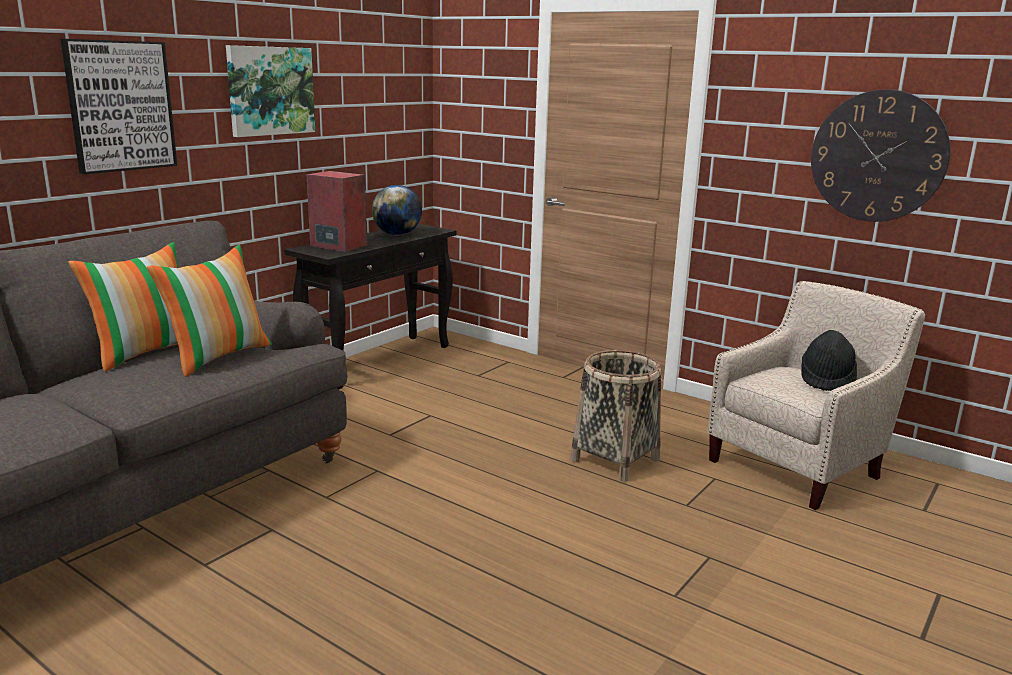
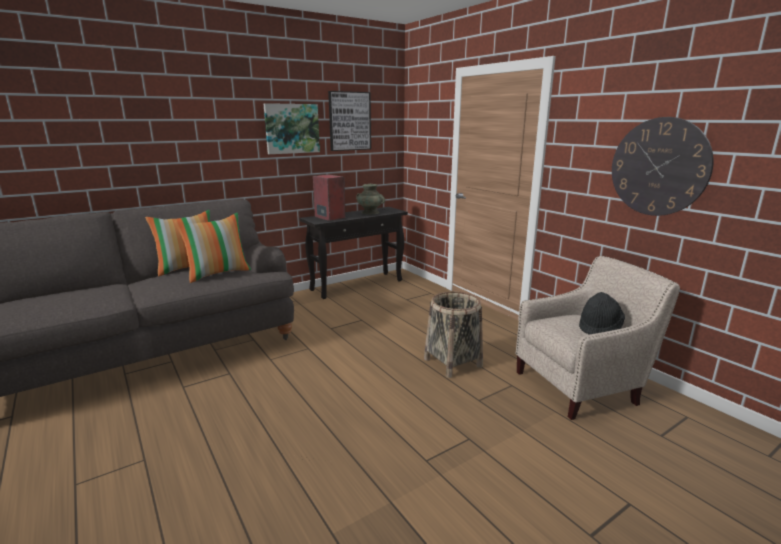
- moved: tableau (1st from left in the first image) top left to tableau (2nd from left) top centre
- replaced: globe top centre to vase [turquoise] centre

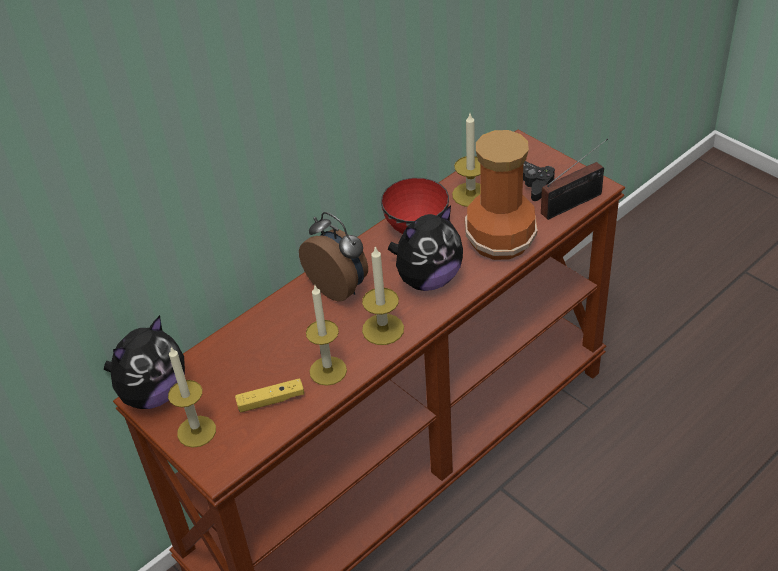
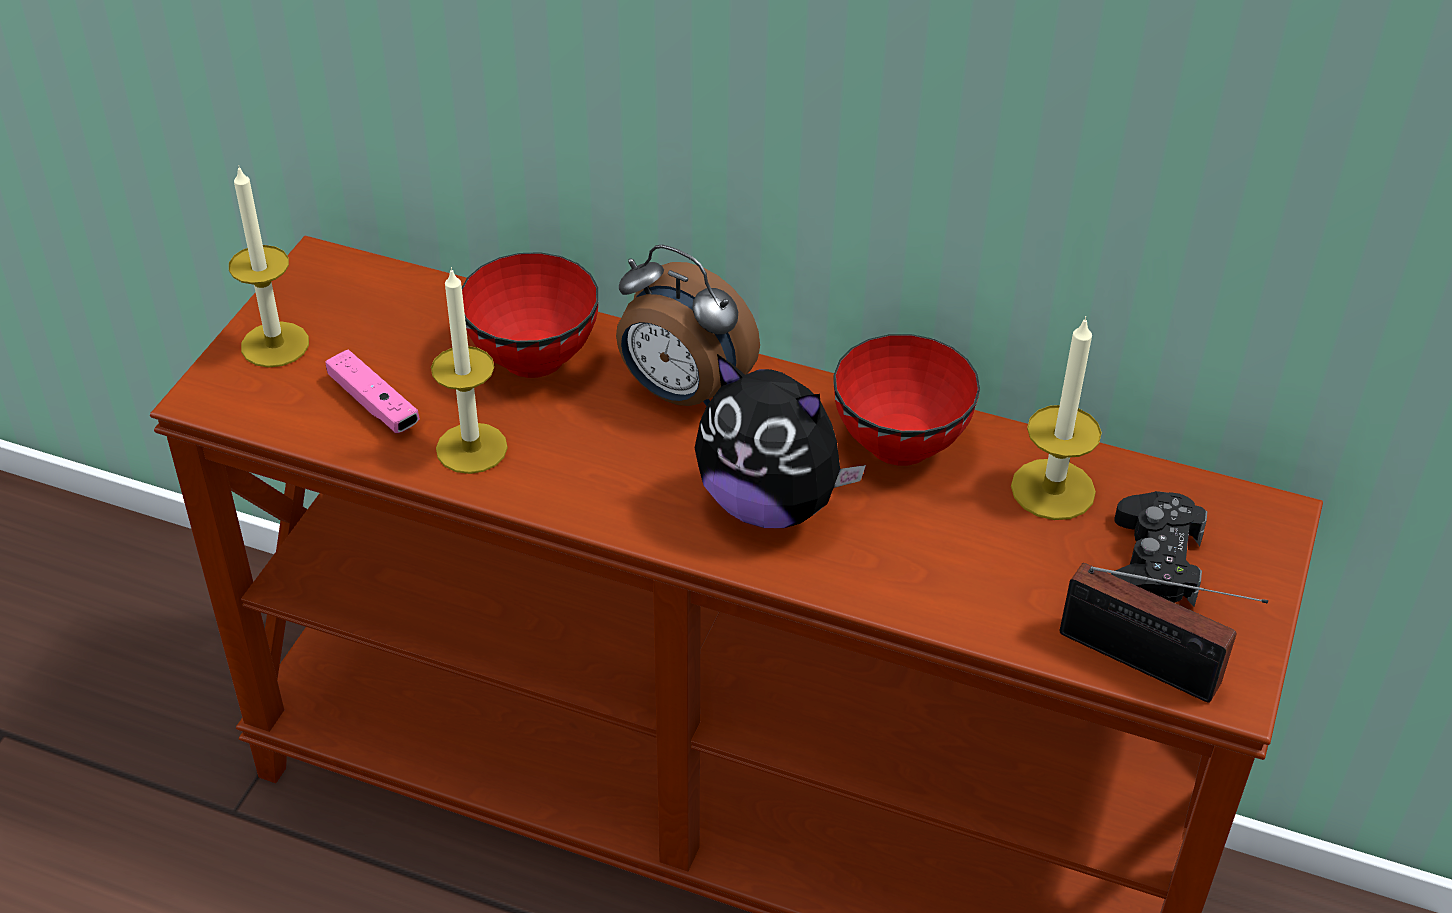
- removed: peluche (1st from left) middle left
- recoloured: manette [jaune] bottom centre to manette [rose] middle left
- turned: réveil centre = centre 105 degrees clockwise
- removed: bougie (3rd from left) centre
- removed: vase centre
- added: bol [rouge] (1st from left) centre

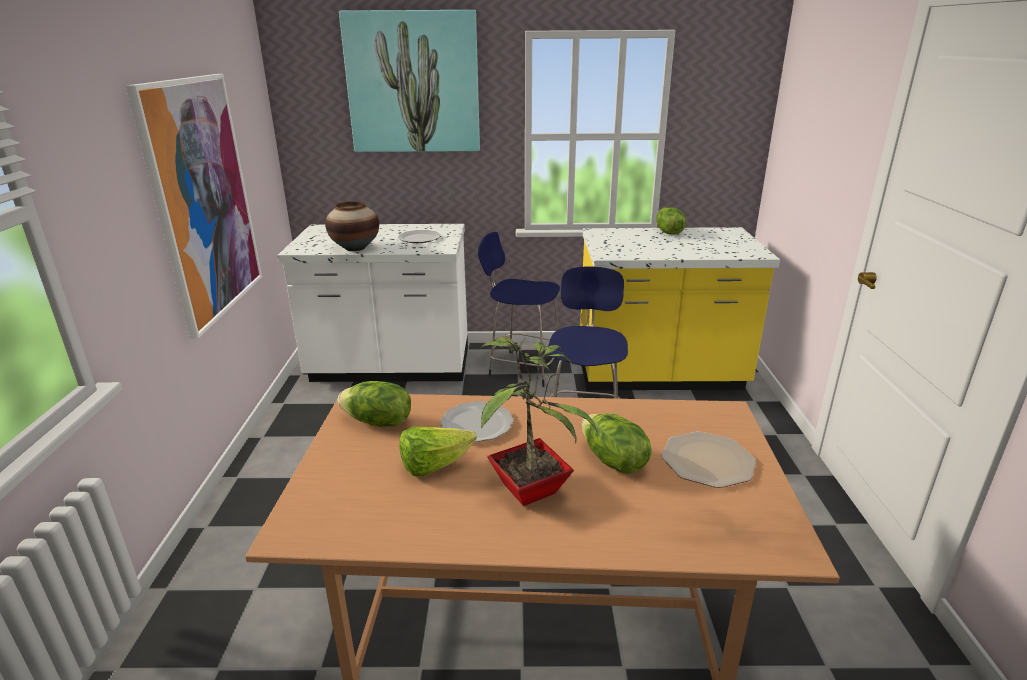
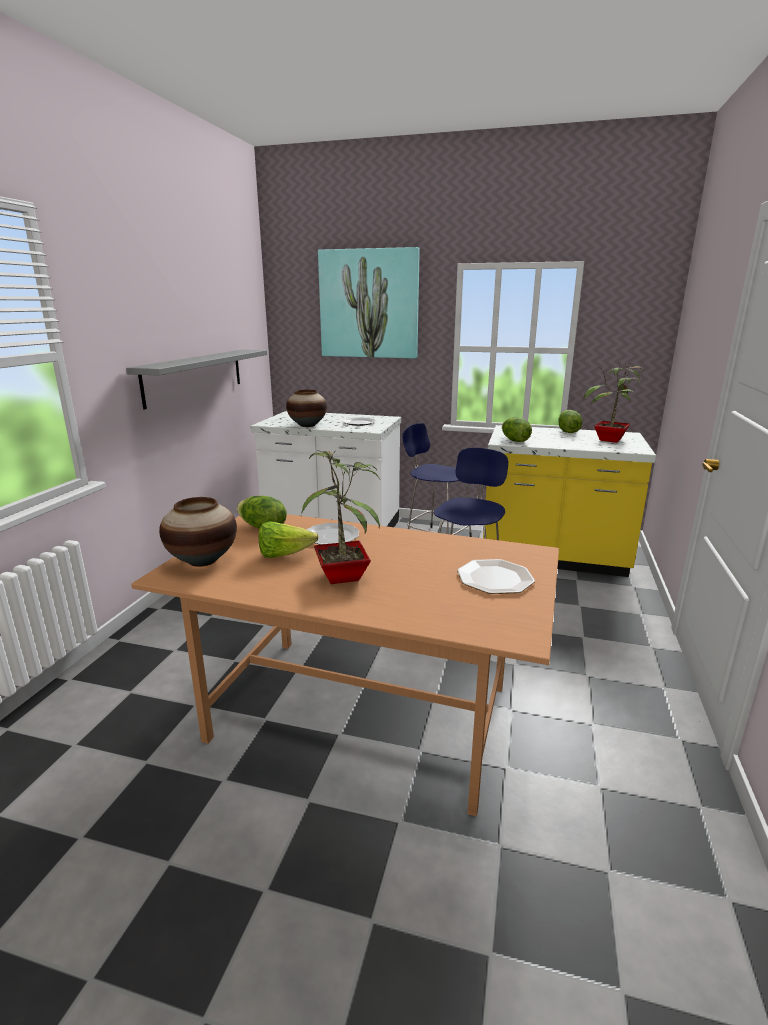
- replaced: tableau (1st from left) top left to étagère [gris] middle left
- moved: laitue (3rd from left) centre to middle right
- added: vase (1st from left) middle left
- added: plante en pot (2nd from left) middle right

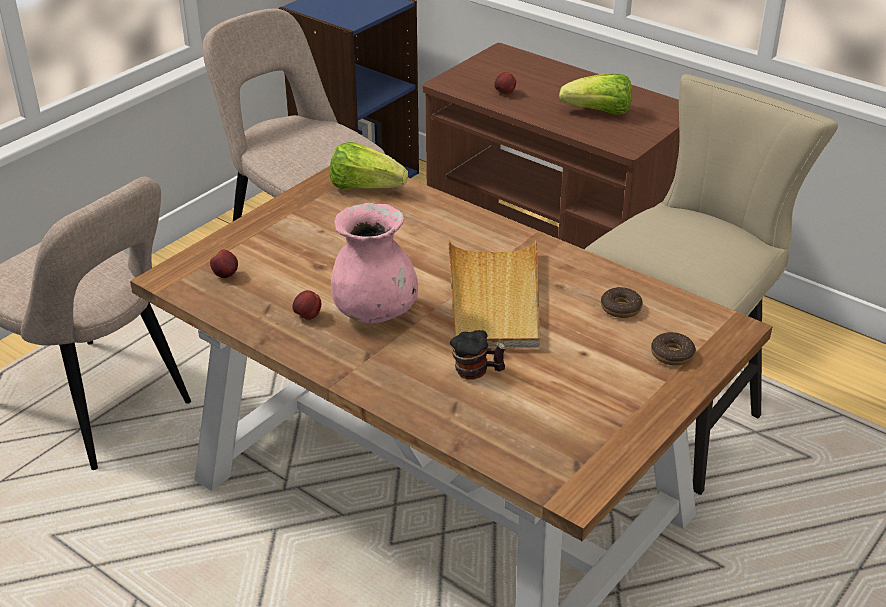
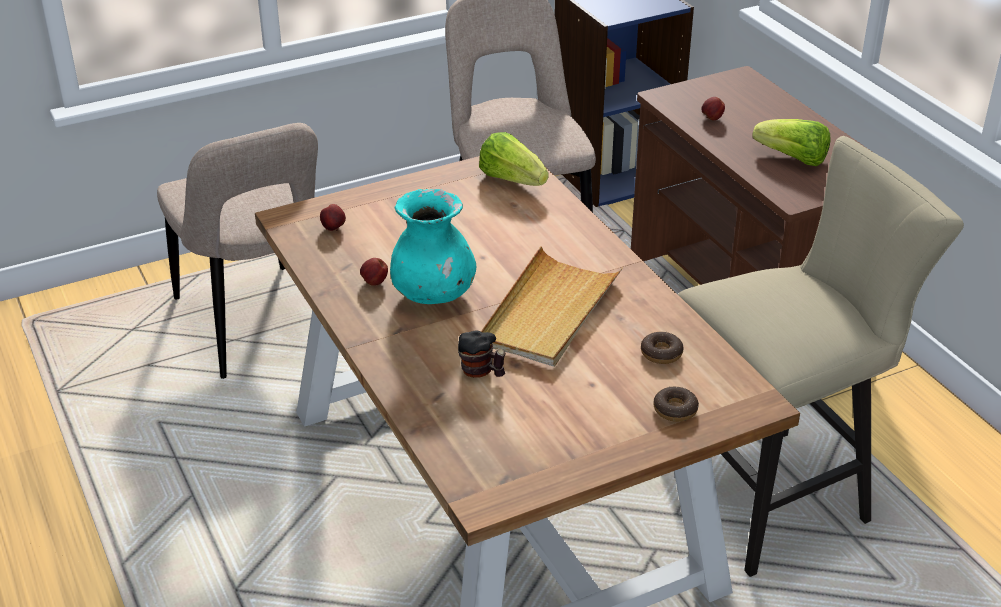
- recoloured: vase [rose] centre to vase [turquoise] centre

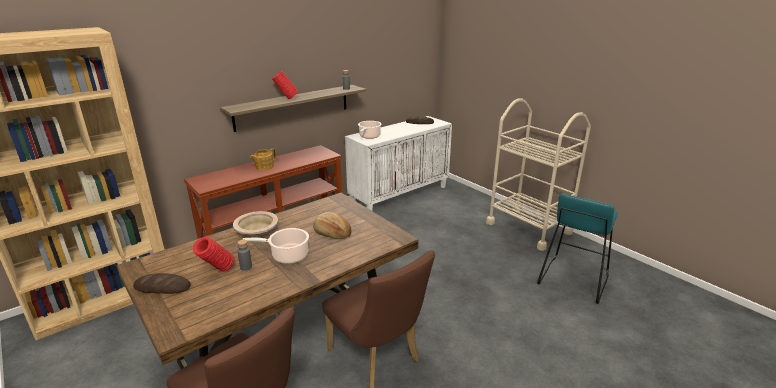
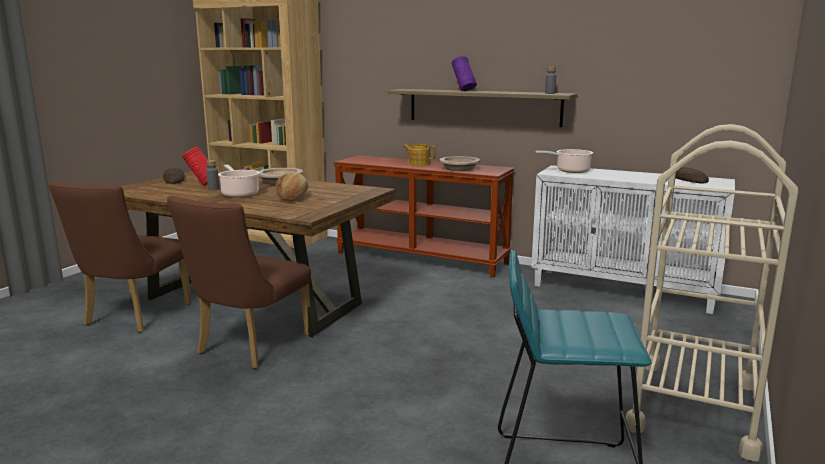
- recoloured: vase [rouge] (2nd from left) top centre to vase [violet] top centre
- added: bol [beige] (2nd from left) centre

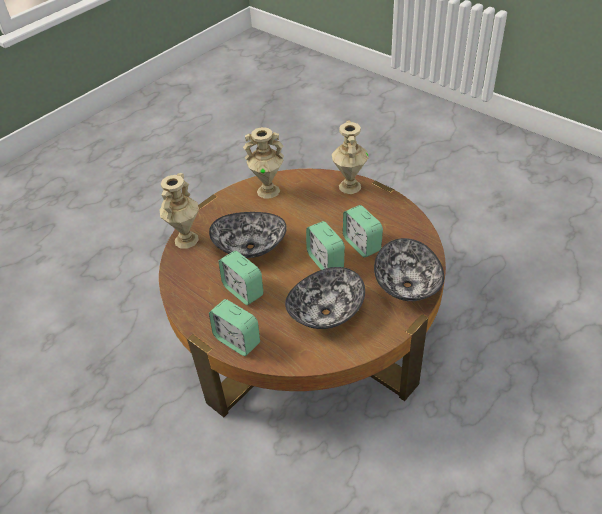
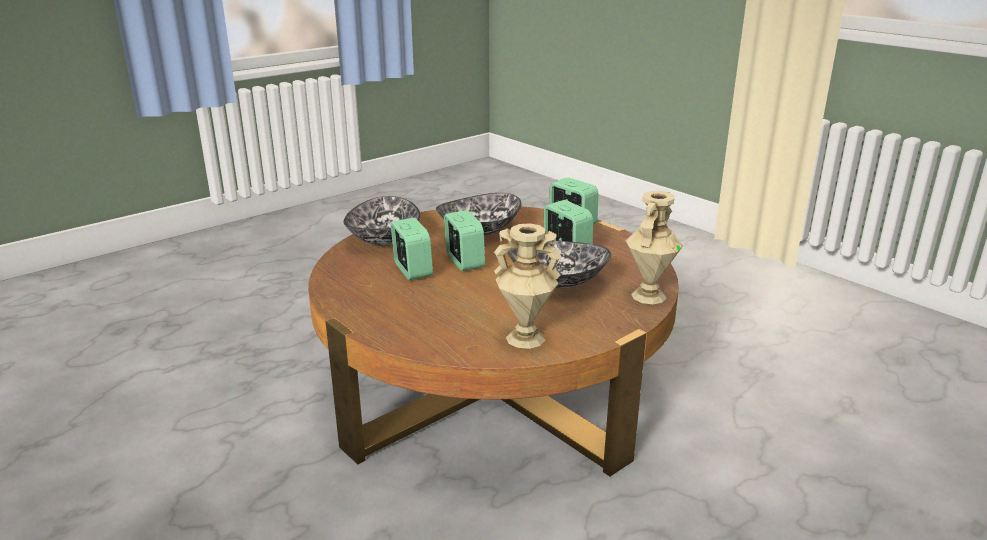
- removed: vase [beige] (3rd from left) top centre

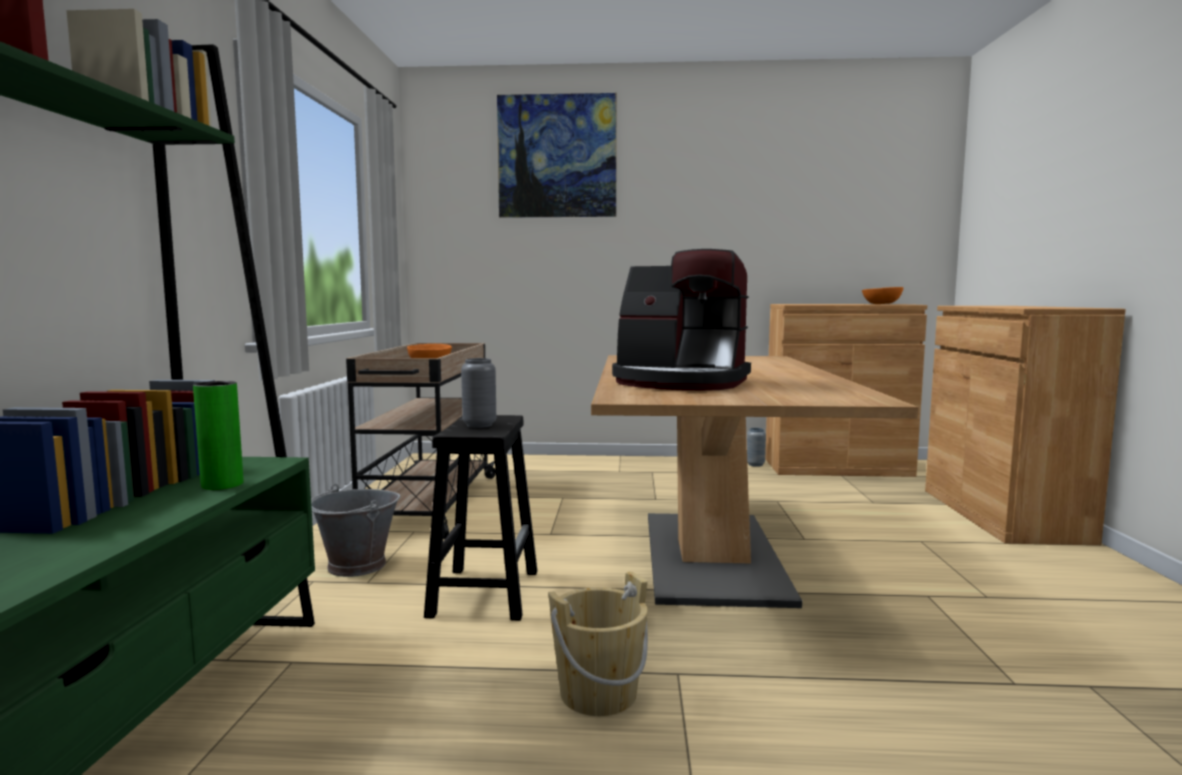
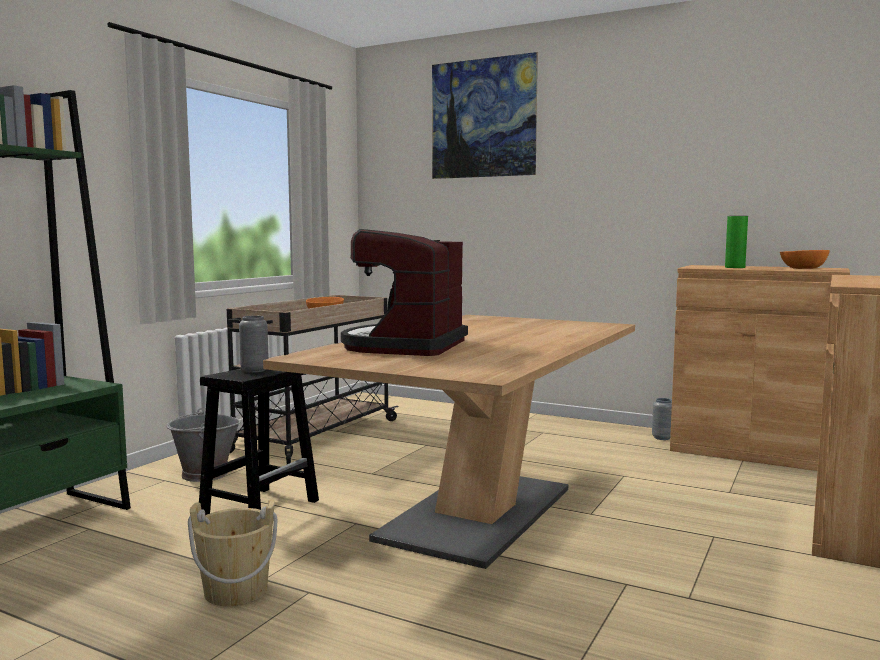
- moved: vase [vert] middle left to middle right
- turned: machine à café centre = centre 60 degrees clockwise

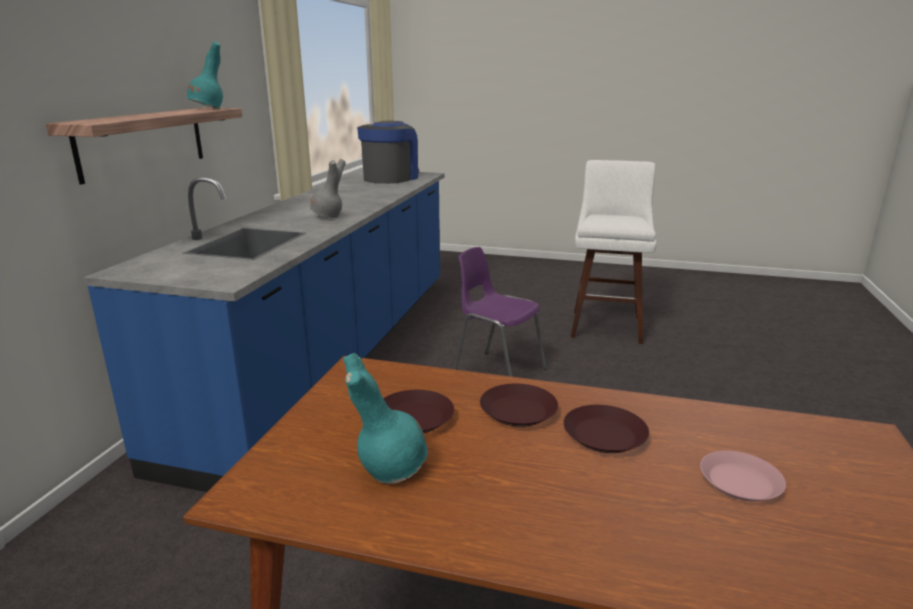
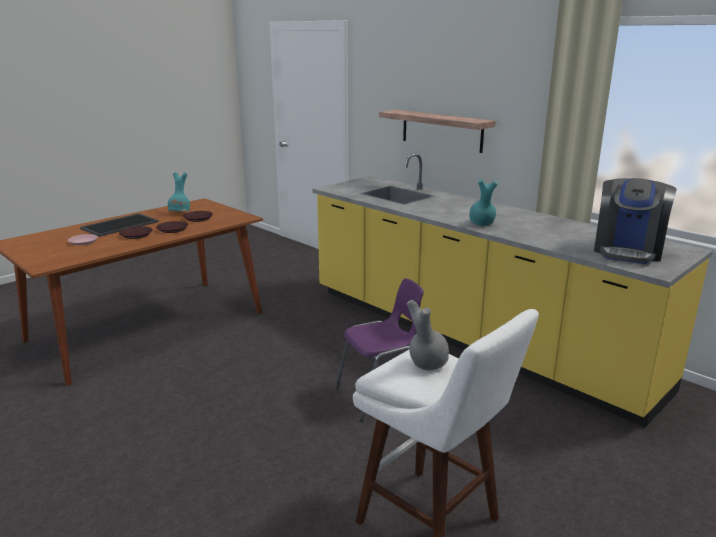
- recoloured: comptoir de cuisine [bleu] middle left to comptoir de cuisine [jaune] middle right
- moved: vase [turquoise] (1st from left in the first image) top left to vase [turquoise] (2nd from left) middle right
- moved: vase [gris] top centre to centre
- turned: machine à café top centre = middle right 60 degrees clockwise
- added: plateau middle left

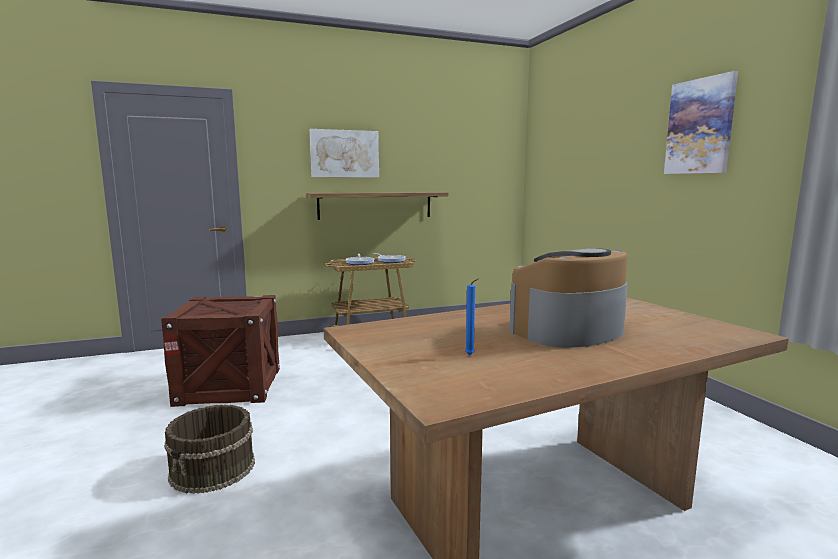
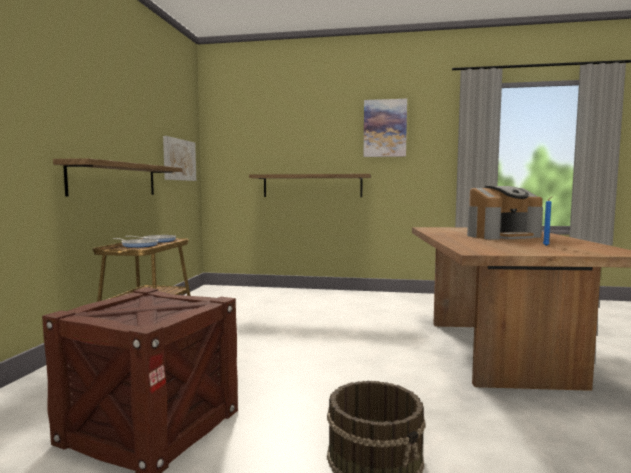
- moved: tableau (1st from left) top centre to middle left
- turned: machine à café middle right = middle right 105 degrees counterclockwise
- added: étagère (2nd from left) centre

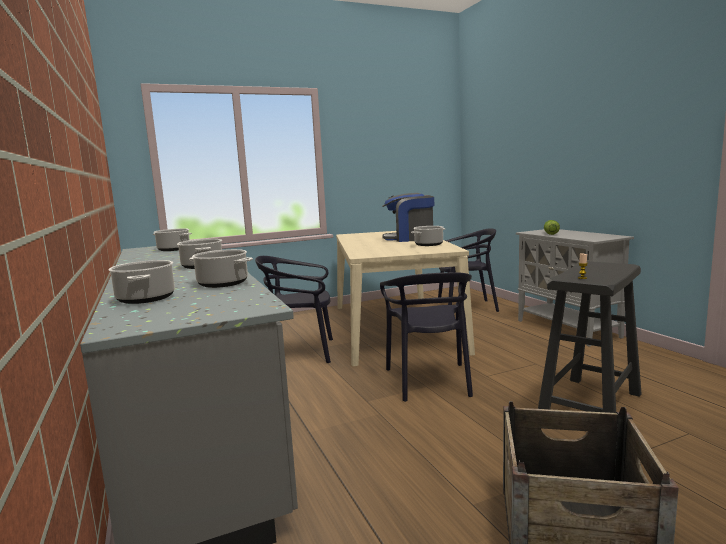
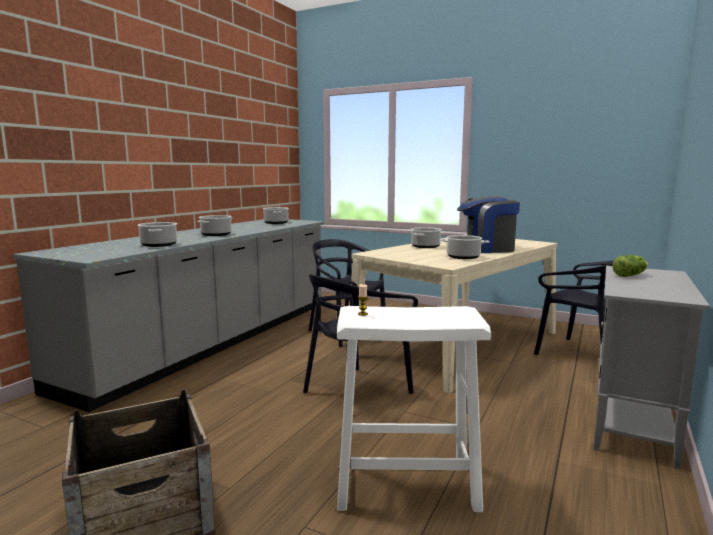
- moved: marmite (1st from left in the first image) middle left to marmite (4th from left) centre
- turned: machine à café centre = middle right 60 degrees counterclockwise
- recoloured: tabouret [noir] middle right to tabouret [blanc] bottom centre

